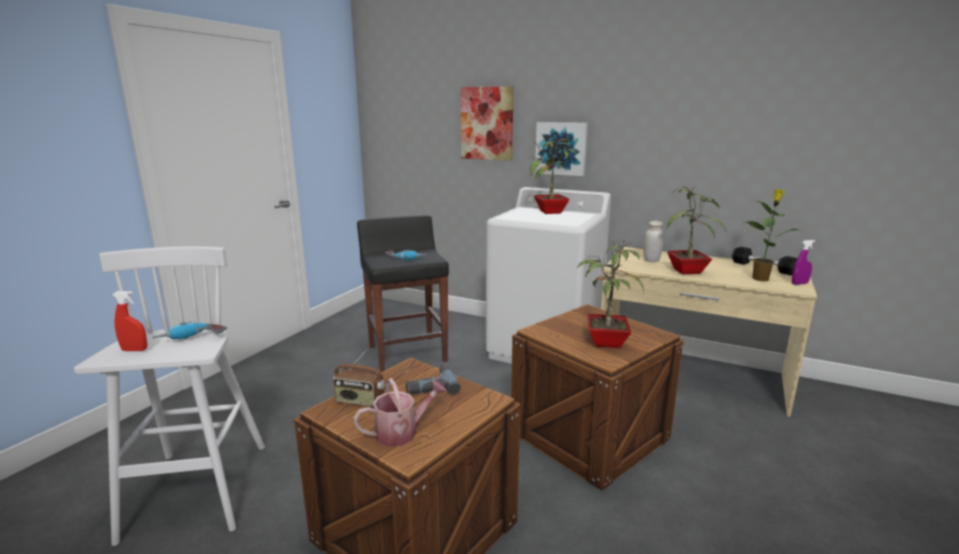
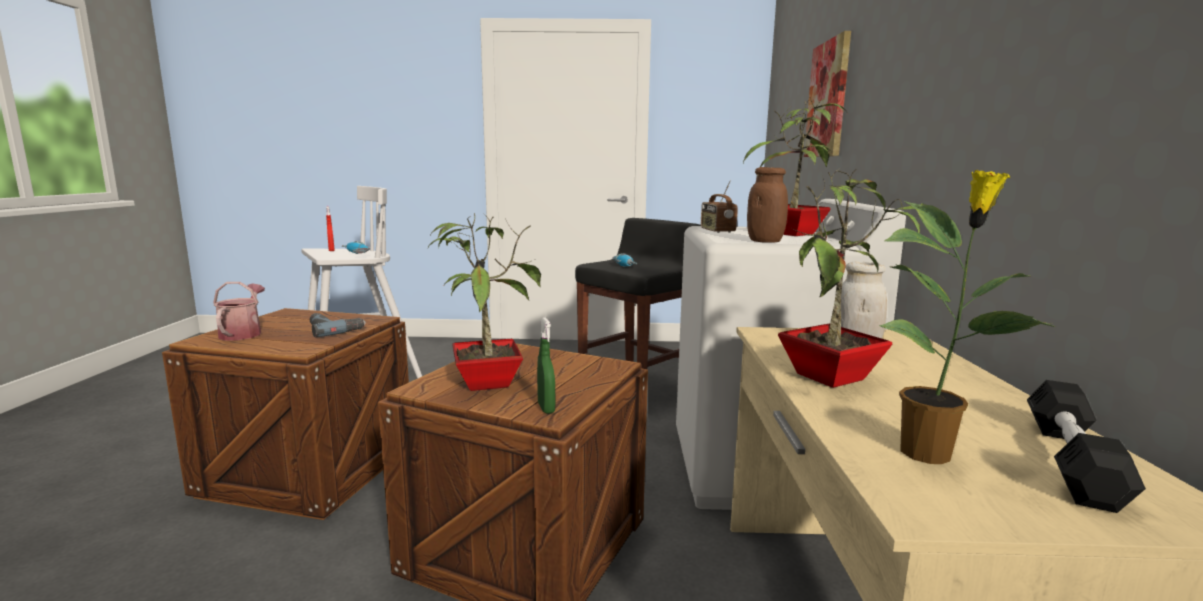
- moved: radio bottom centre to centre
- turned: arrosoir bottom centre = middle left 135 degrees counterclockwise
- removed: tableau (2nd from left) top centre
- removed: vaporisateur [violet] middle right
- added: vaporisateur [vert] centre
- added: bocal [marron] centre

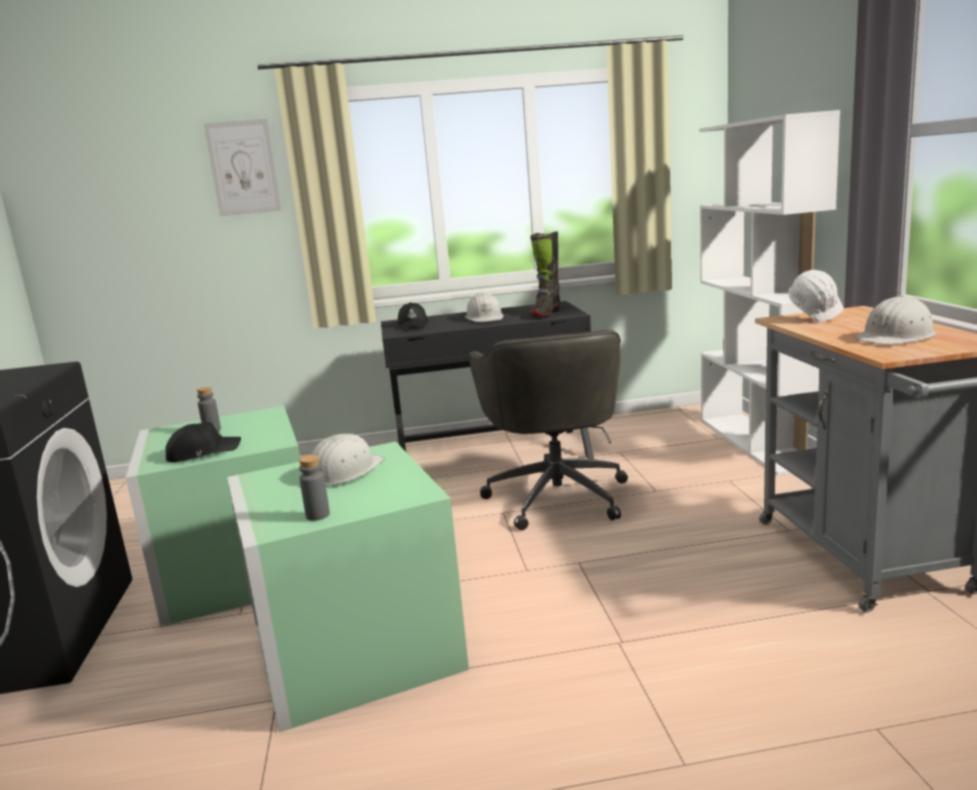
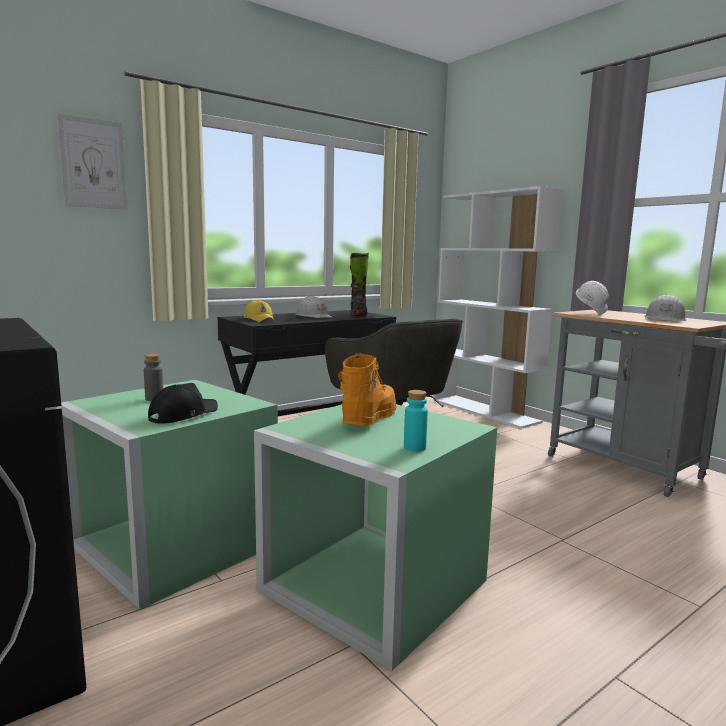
- recoloured: bouteille [gris] (2nd from left) middle left to bouteille [turquoise] centre
- replaced: casque de chantier [blanc] (1st from left) centre to botte [orange] centre
- recoloured: casquette [noir] (2nd from left) centre to casquette [jaune] centre

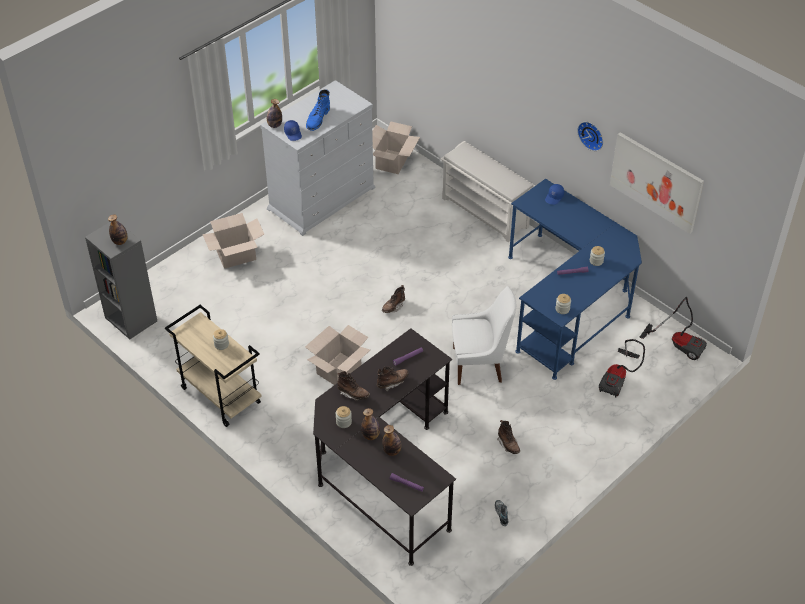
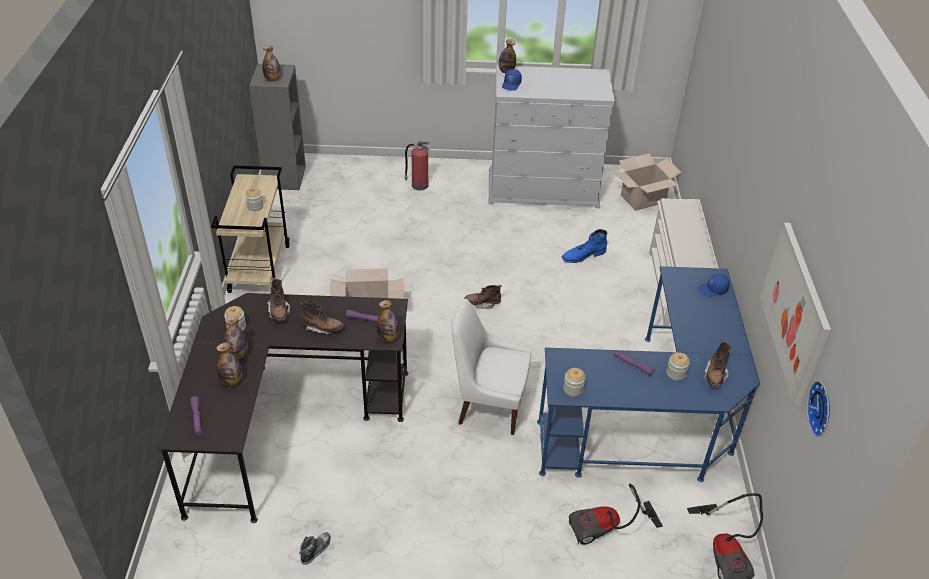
- replaced: carton (1st from left) middle left to extincteur top centre
- moved: botte [bleu] top centre to centre
- turned: chaise [blanc] centre = centre 150 degrees clockwise
- moved: botte [marron] (4th from left) bottom centre to middle right
- moved: horloge murale top right to bottom right
- added: bouteille (4th from left) centre

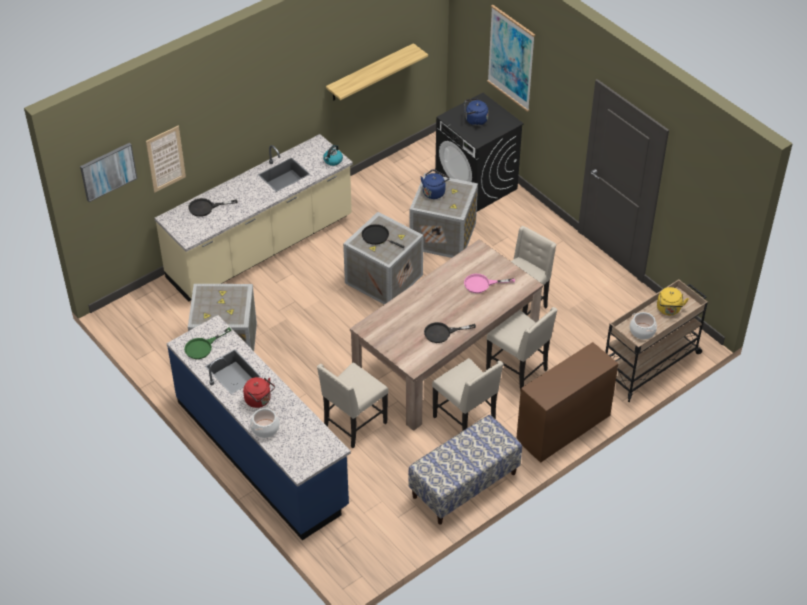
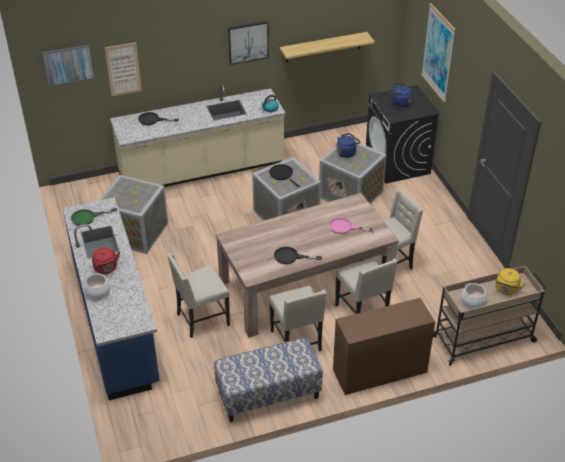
- added: tableau (3rd from left) top centre

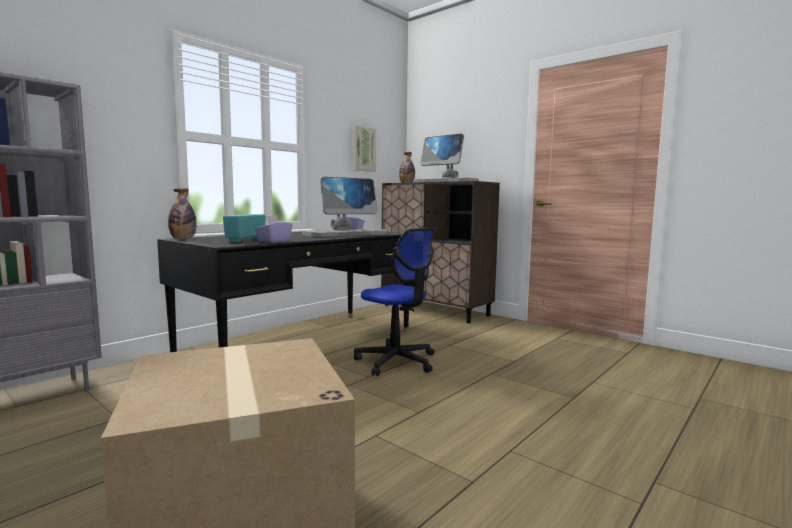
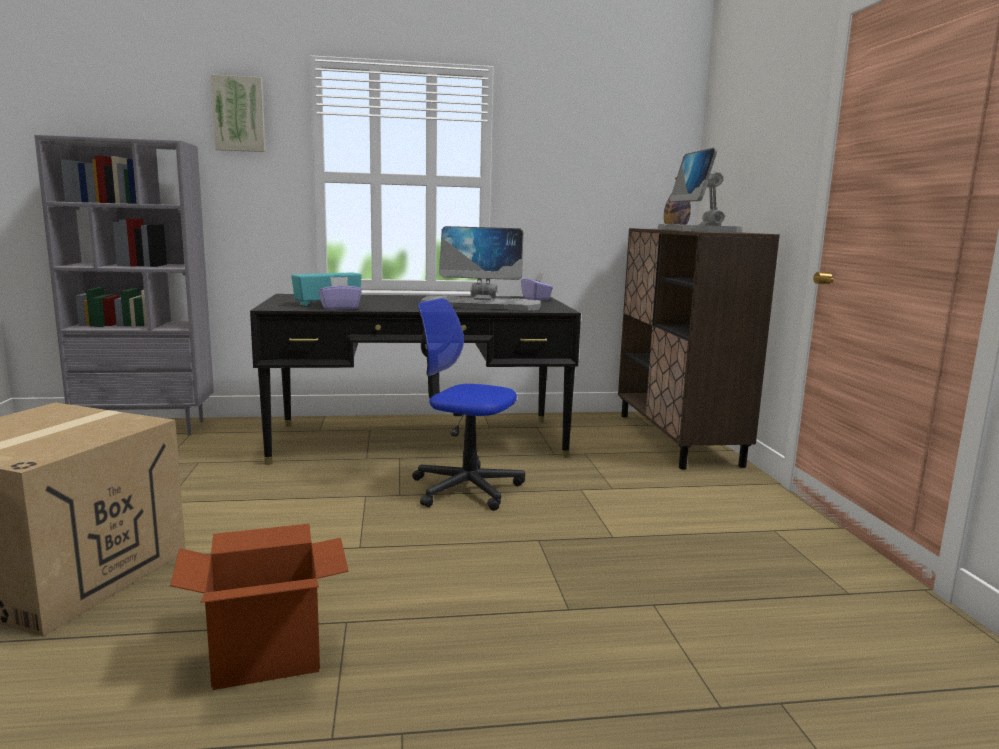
- removed: bouteille (1st from left) middle left
- moved: tableau top centre to top left
- turned: chaise de bureau centre = centre 120 degrees clockwise
- added: carton (2nd from left) bottom left

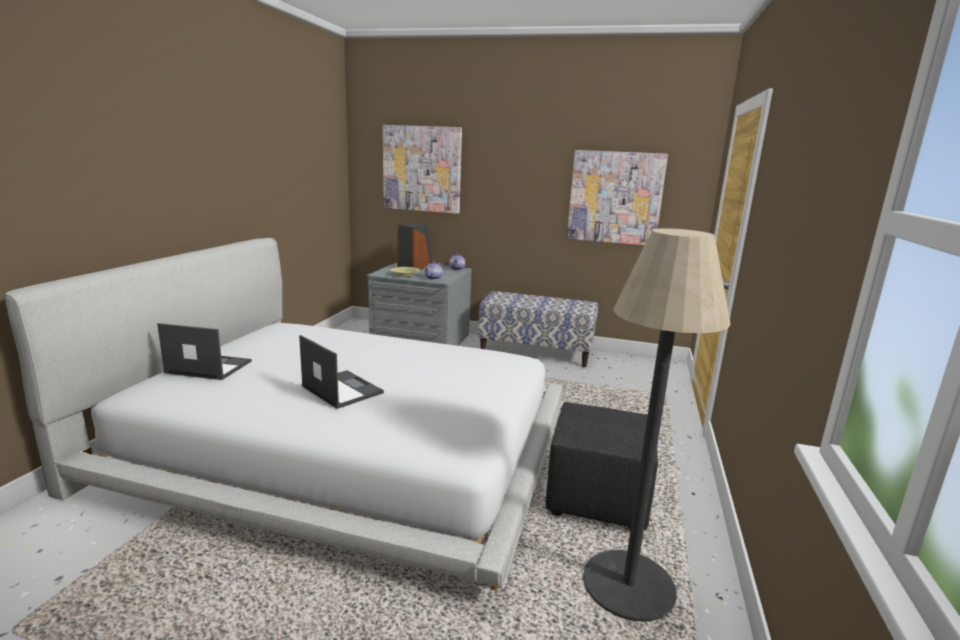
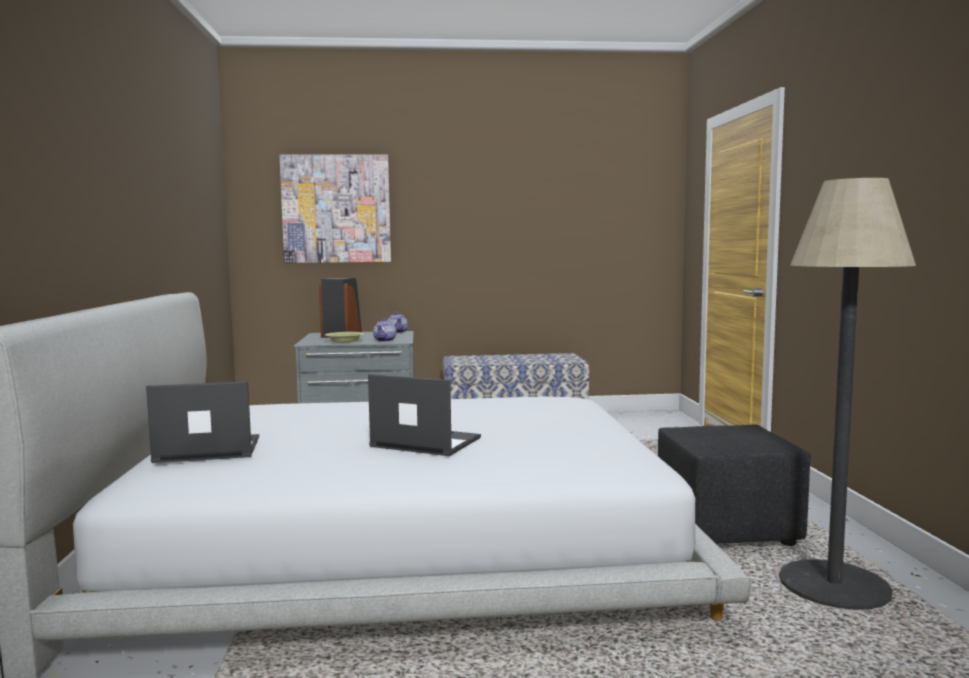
- removed: tableau (2nd from left) top centre

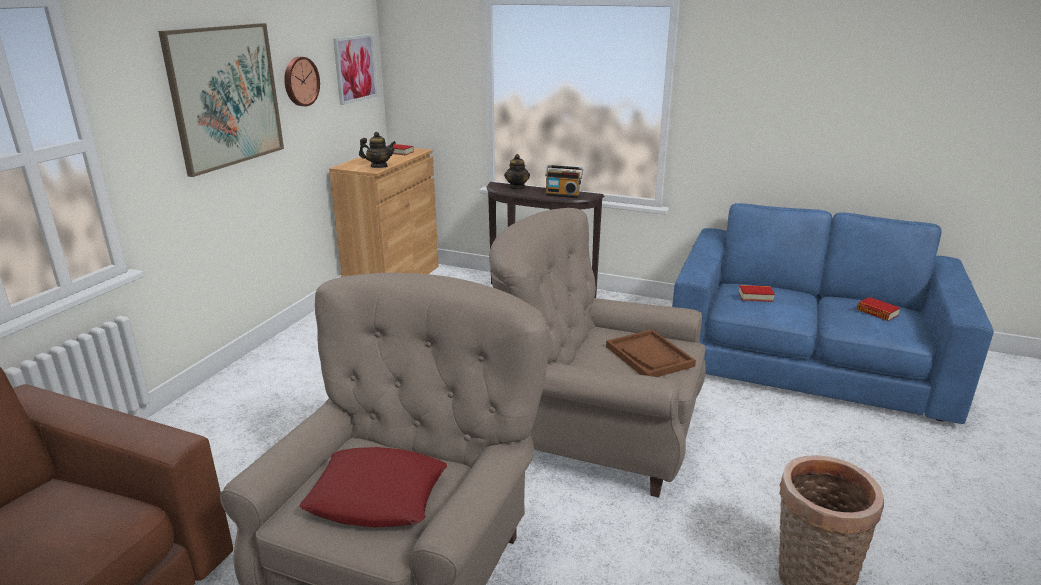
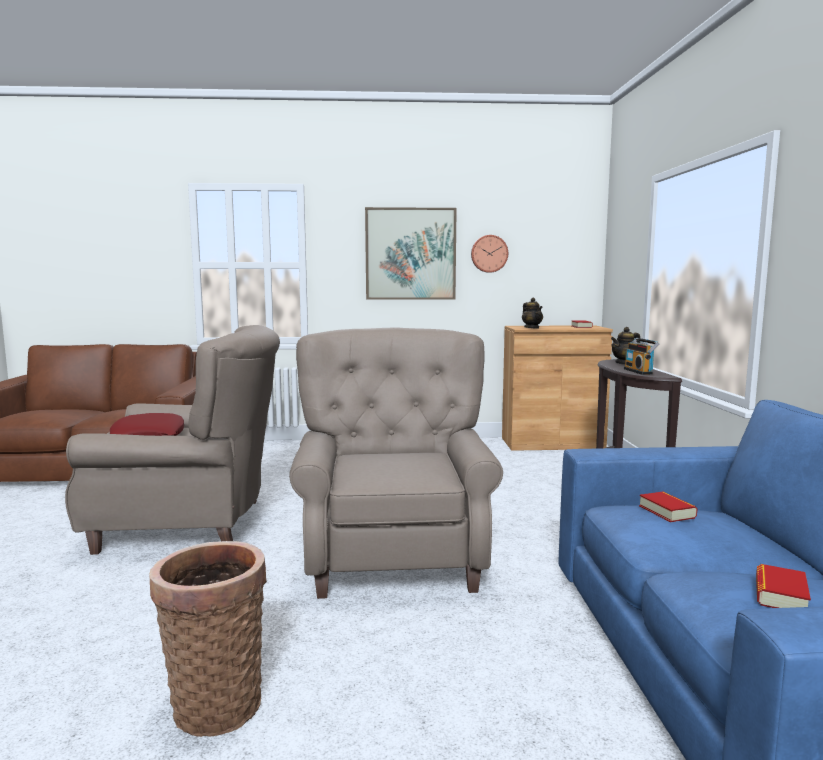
- removed: tableau (2nd from left) top centre
- removed: plateau [marron] centre

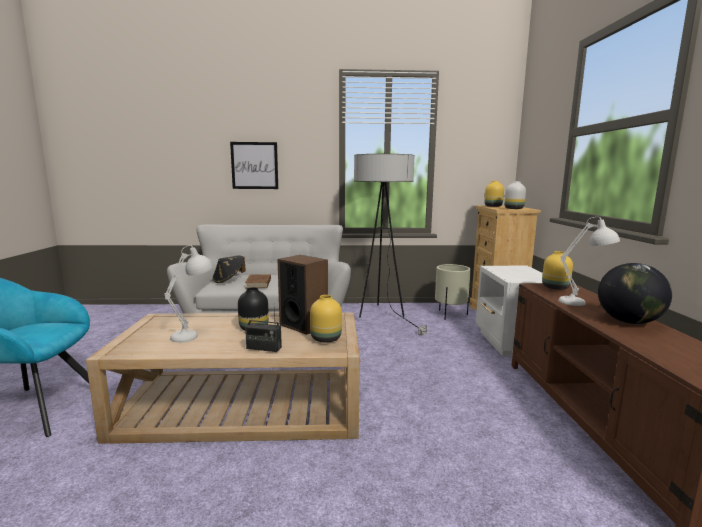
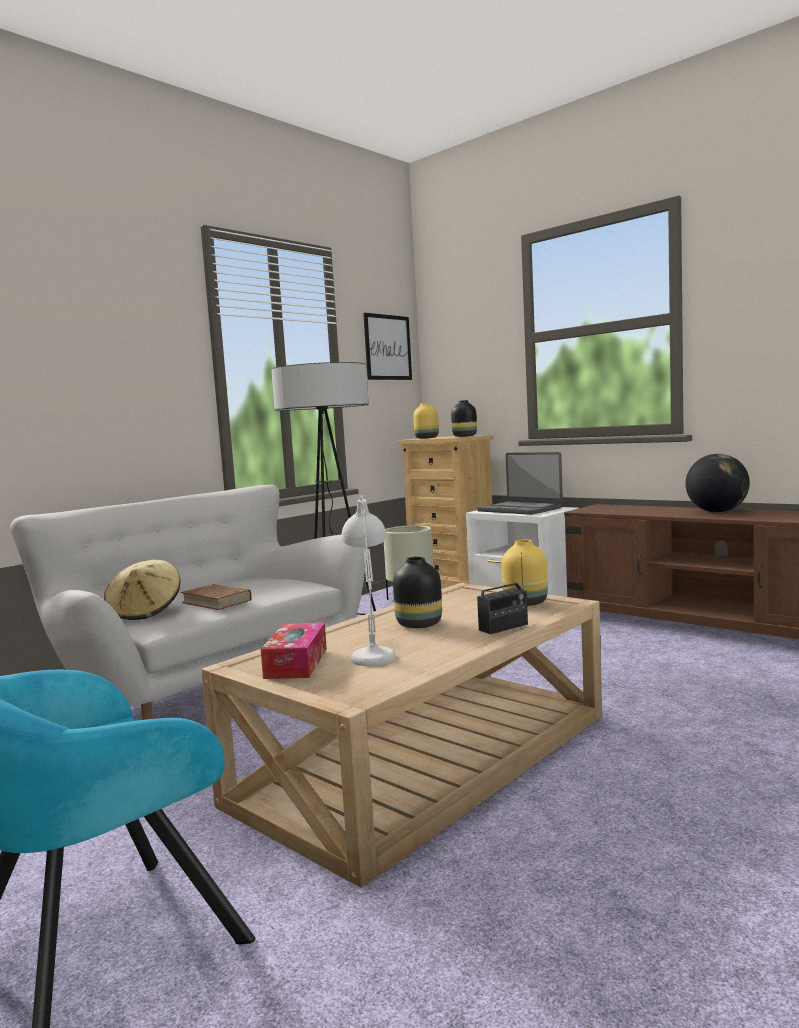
- recoloured: chapeau [noir] middle left to chapeau [beige] middle left
- moved: tableau top centre to centre
- removed: enceinte centre
- recoloured: vase [blanc] middle right to vase [noir] (2nd from left) centre
- removed: vase [jaune] (3rd from left) middle right
- removed: lampe de table [blanc] (2nd from left) middle right
- added: boîte à mouchoirs centre
- added: ordinateur portable centre

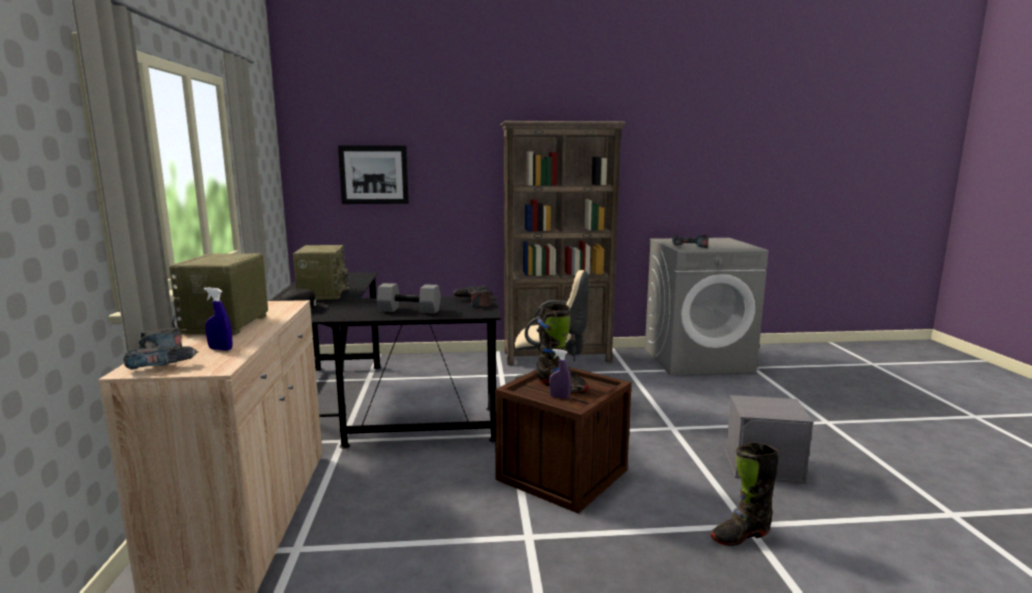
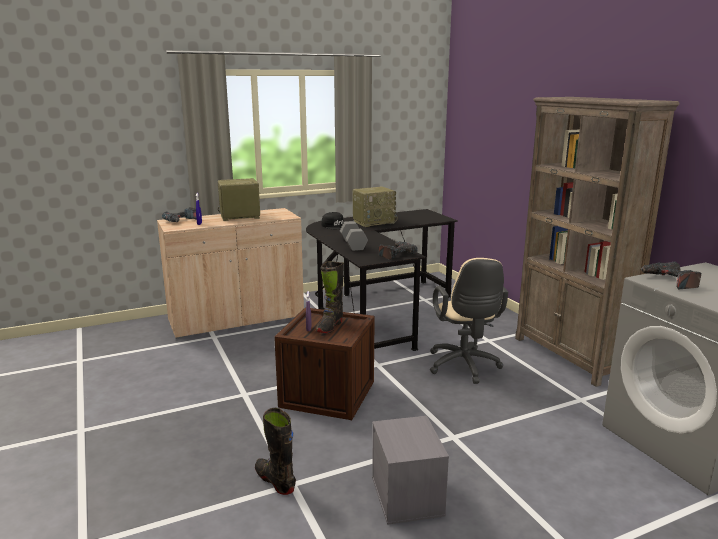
- removed: tableau top centre

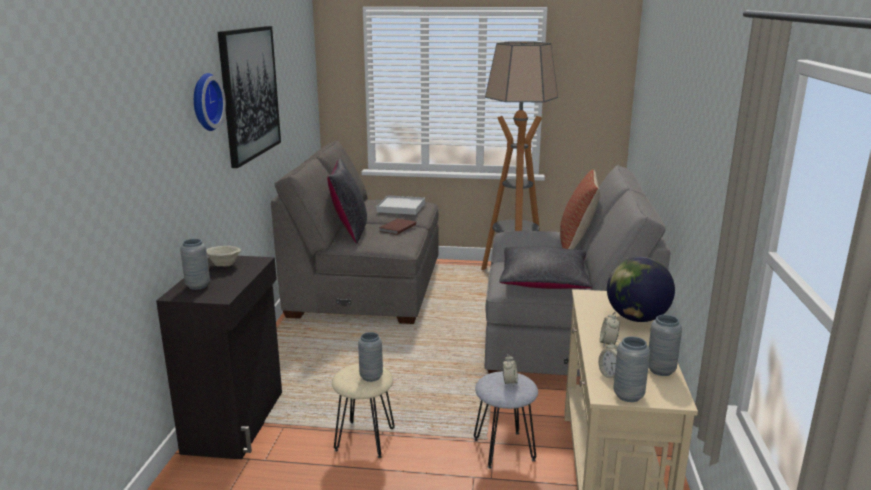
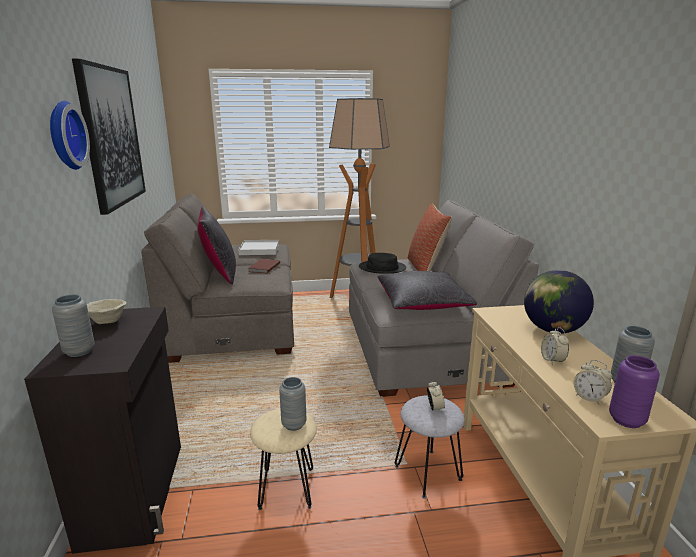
- recoloured: vase [gris] (3rd from left) bottom right to vase [violet] bottom right
- added: chapeau [noir] centre

